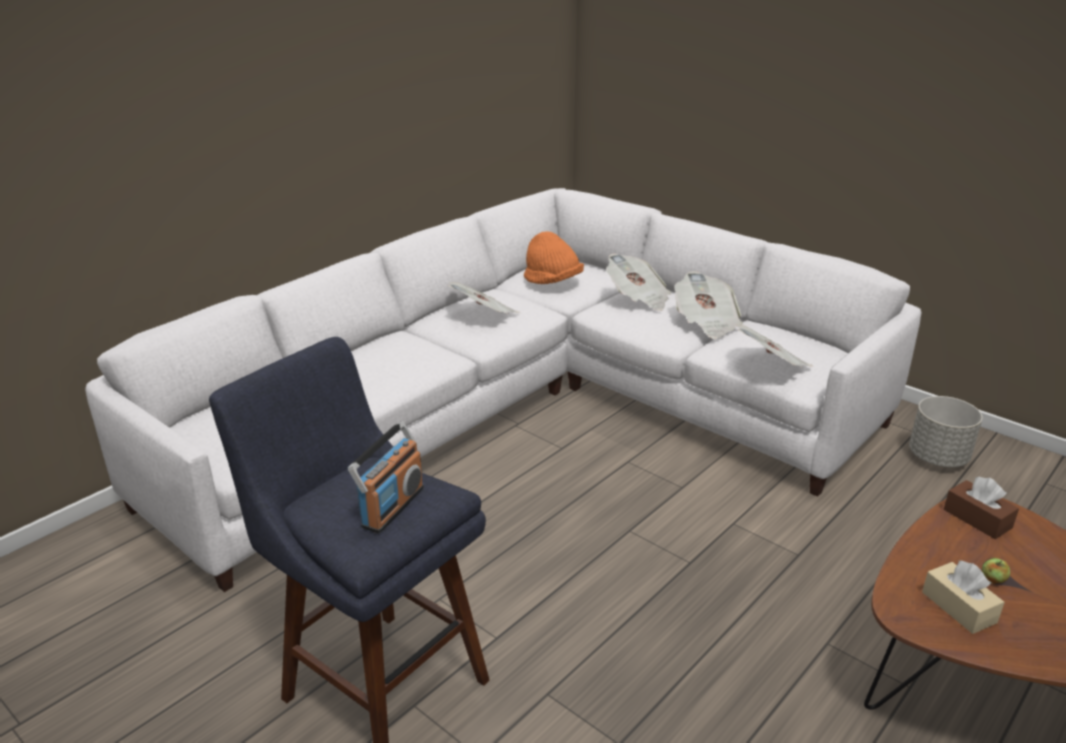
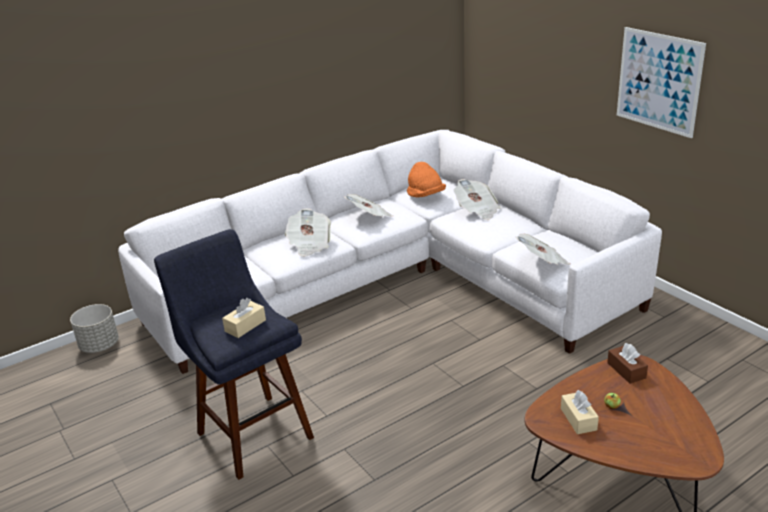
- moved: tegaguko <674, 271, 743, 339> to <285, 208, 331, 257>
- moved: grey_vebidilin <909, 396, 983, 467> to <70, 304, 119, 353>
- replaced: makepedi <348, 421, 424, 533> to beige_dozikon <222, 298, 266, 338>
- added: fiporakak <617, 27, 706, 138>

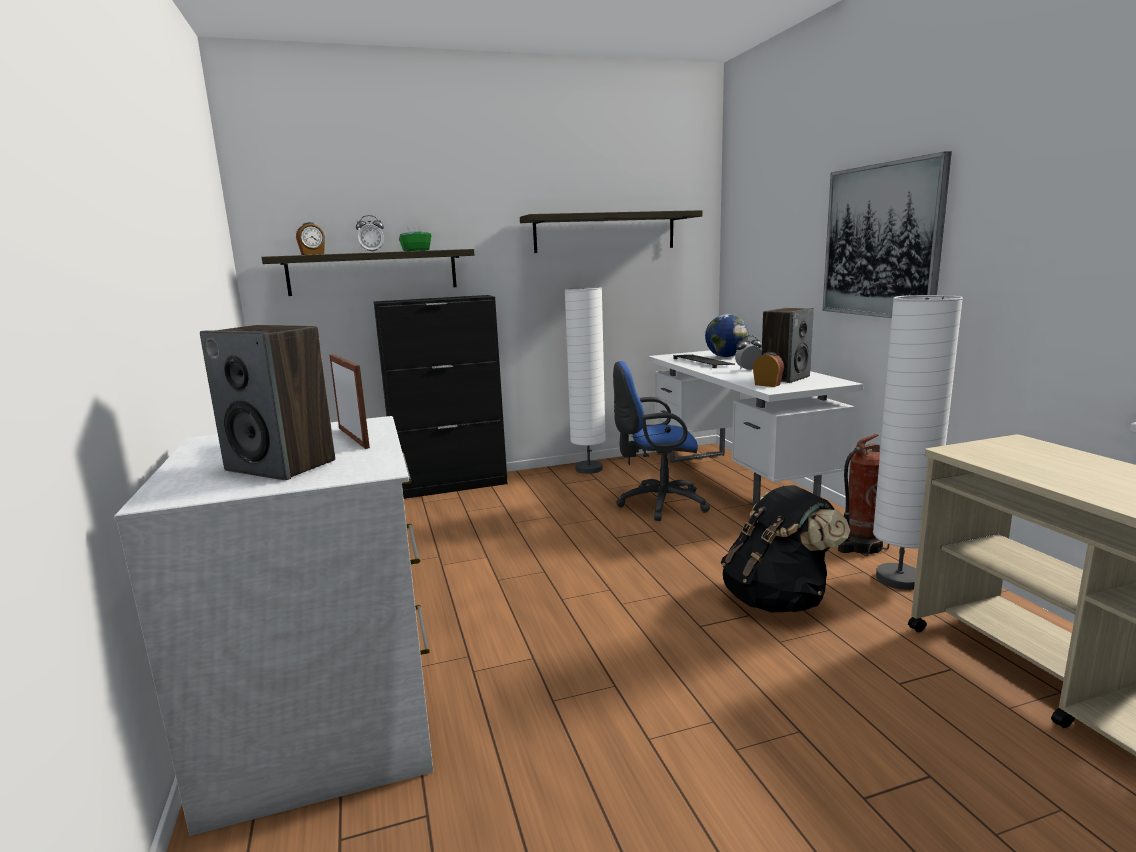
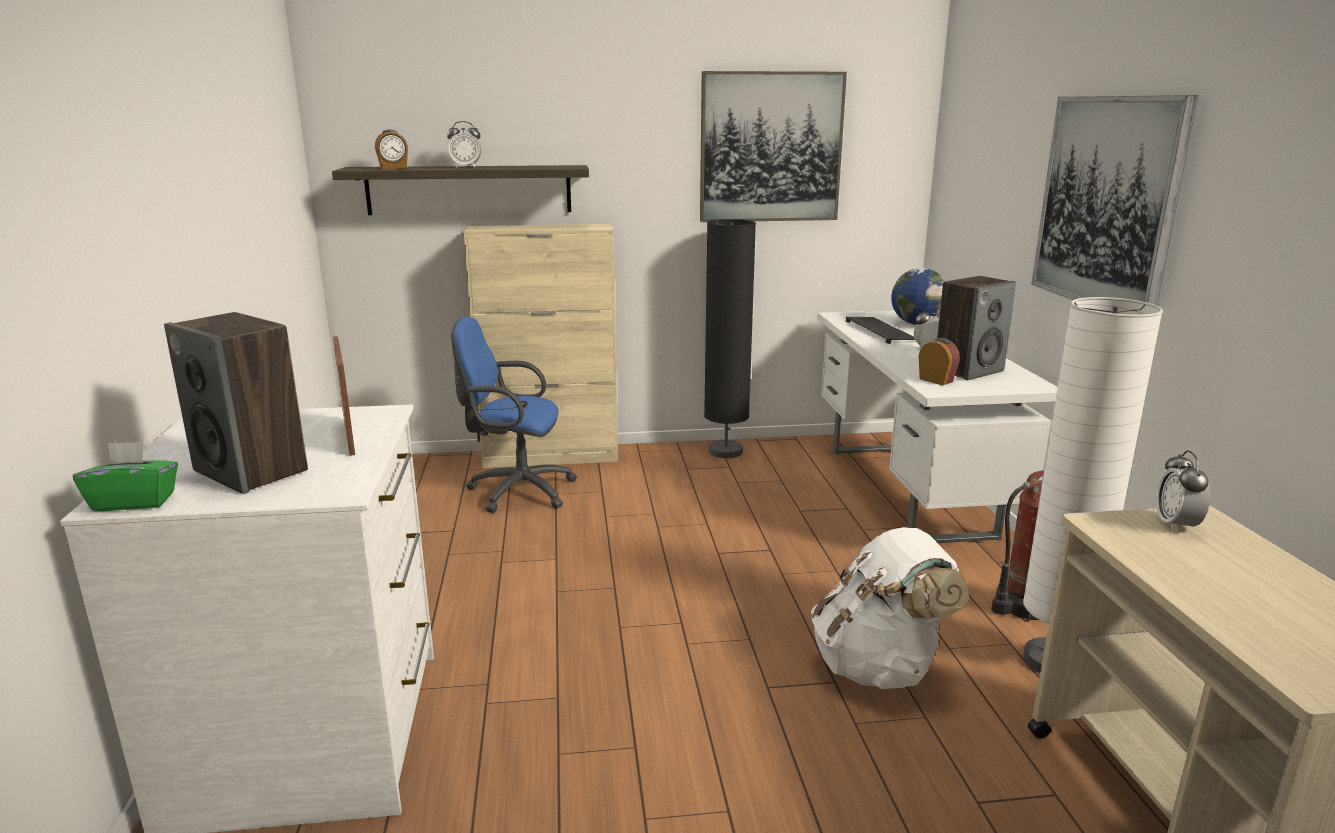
- replaced: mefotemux <520, 210, 703, 253> to fiporakak <700, 71, 847, 222>
- moved: green_dozikon <399, 226, 432, 251> to <73, 441, 178, 511>
- recoloured: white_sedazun <564, 287, 606, 474> to black_sedazun <704, 219, 756, 458>
- recoloured: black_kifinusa <374, 295, 508, 499> to beige_kifinusa <464, 224, 618, 468>
- moved: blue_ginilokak <613, 361, 710, 521> to <451, 317, 577, 513>
- recoloured: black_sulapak <721, 485, 850, 613> to white_sulapak <811, 527, 969, 689>
- added: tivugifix <1156, 451, 1211, 532>

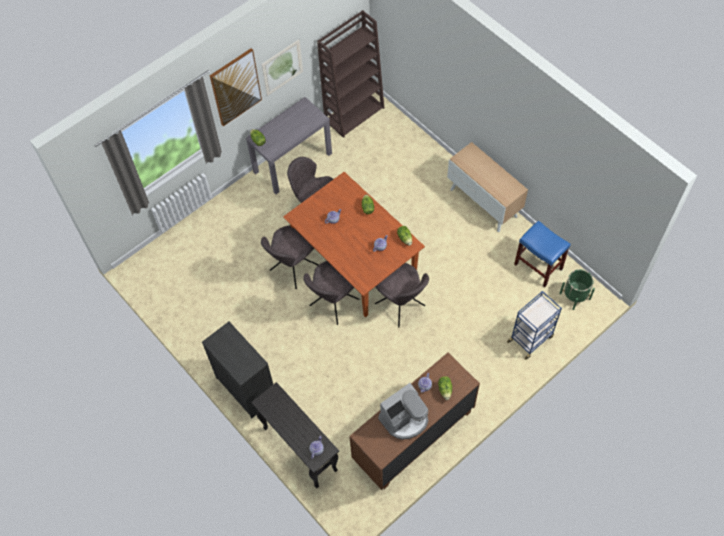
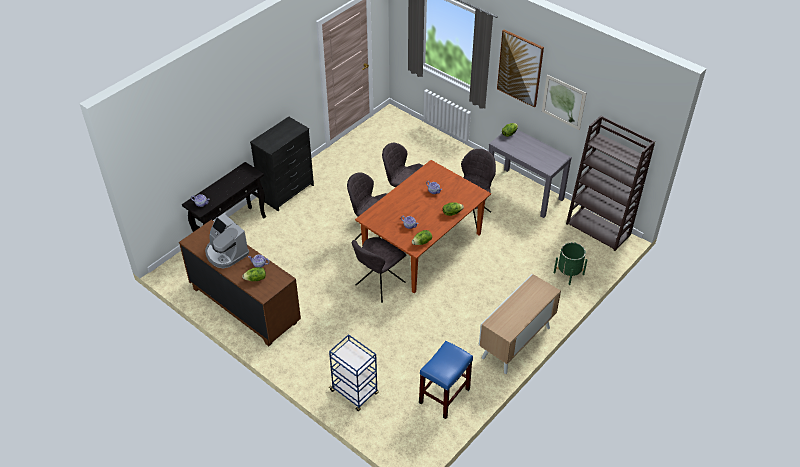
- moved: green_vebidilin <559, 269, 595, 310> to <554, 242, 587, 285>

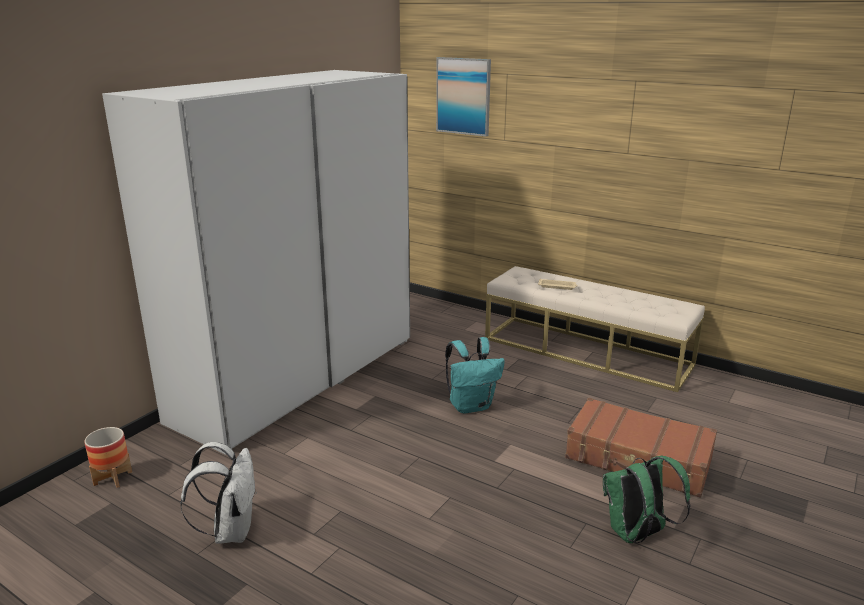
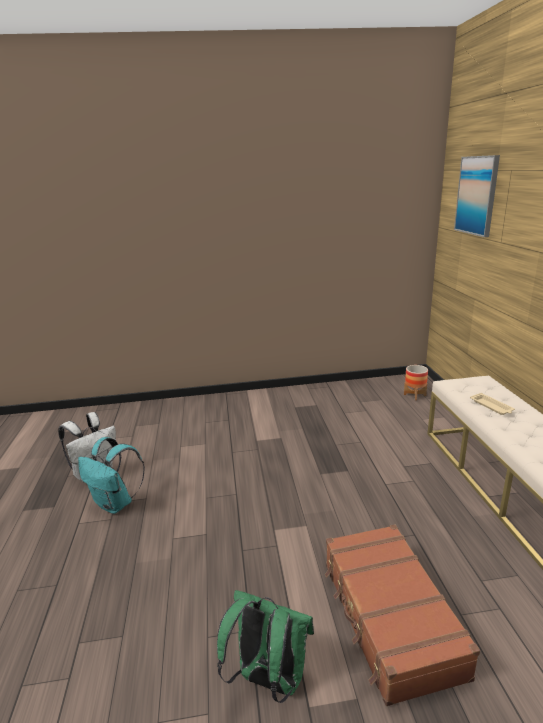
- removed: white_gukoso <102, 70, 410, 455>
- moved: turquoise_sulapak <445, 337, 505, 414> to <78, 437, 145, 514>
- moved: vebidilin <84, 427, 132, 488> to <404, 365, 428, 400>

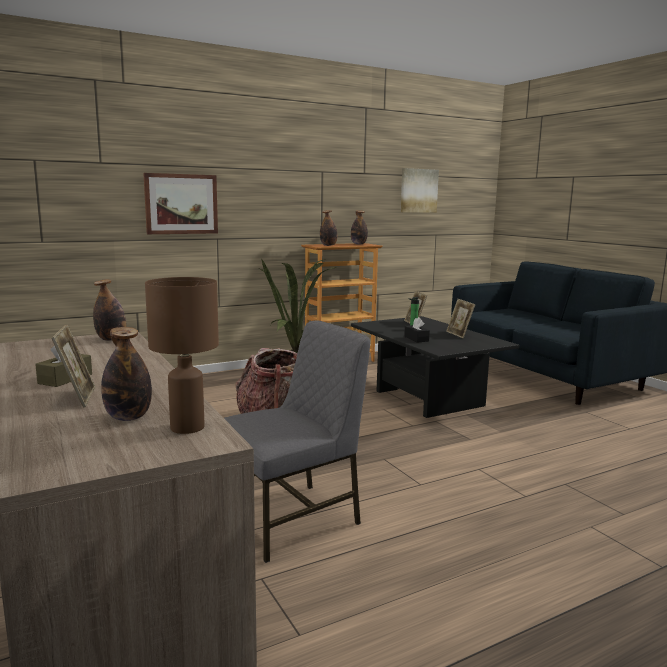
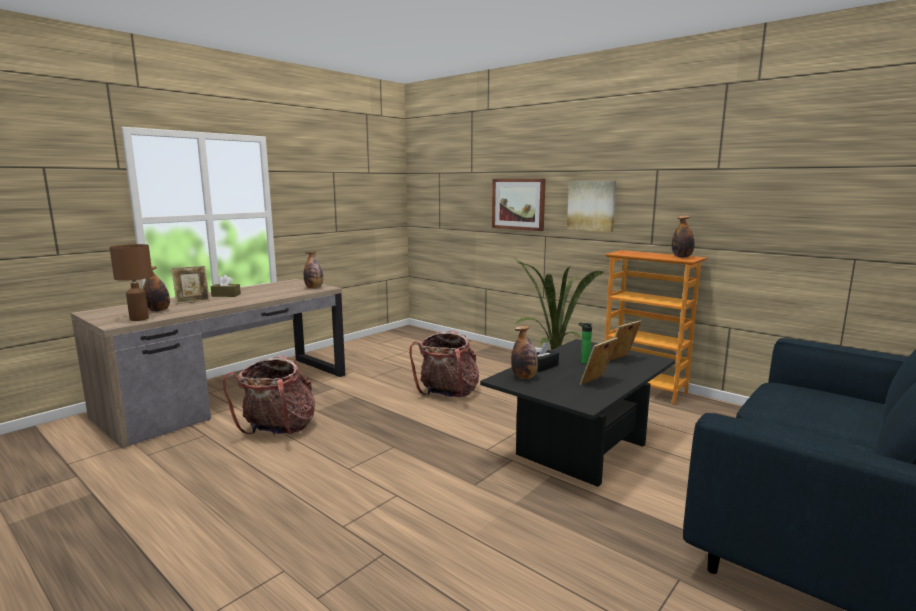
- moved: fiporakak <401, 168, 439, 213> to <567, 181, 616, 232>
- moved: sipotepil <320, 210, 337, 246> to <511, 326, 538, 379>
- replaced: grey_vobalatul <224, 321, 370, 563> to sulapak <223, 355, 315, 435>

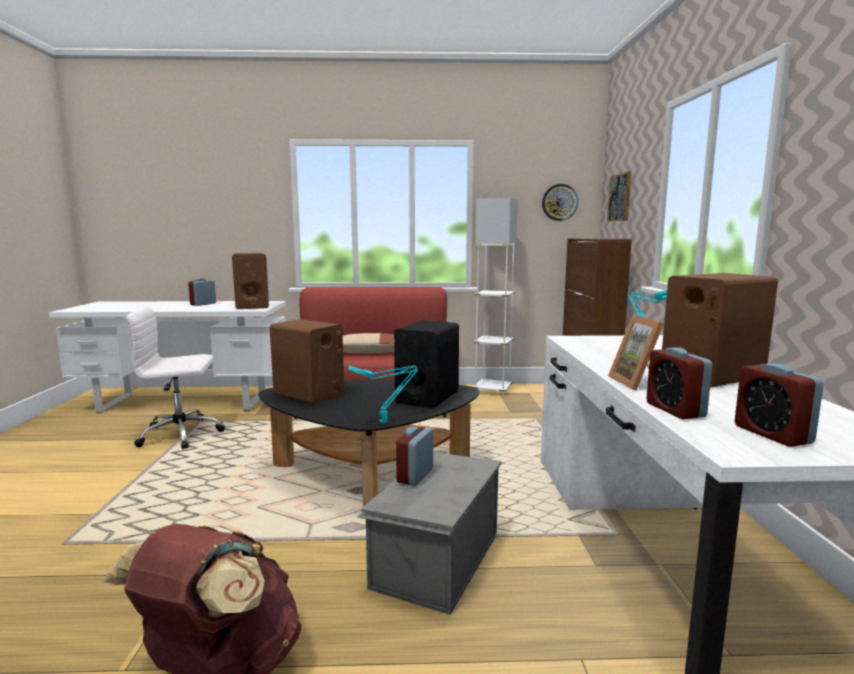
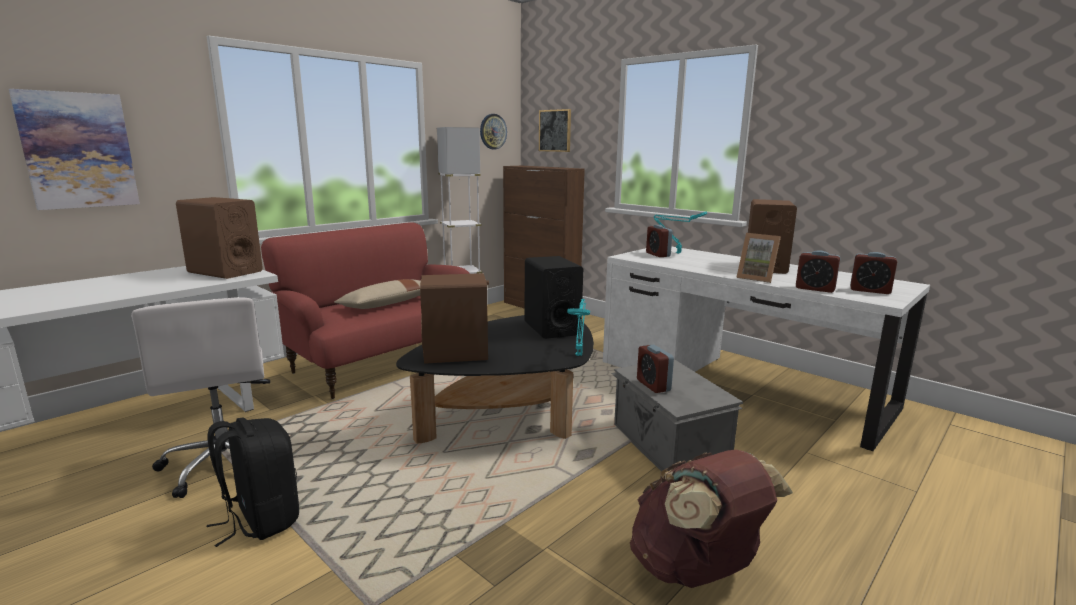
- moved: tivugifix <188, 278, 216, 306> to <646, 225, 673, 257>
- turned: white_ginilokak <126, 306, 225, 449> = <131, 297, 270, 498> 60 degrees counterclockwise
- added: fiporakak <9, 89, 140, 210>
- added: black_sulapak <207, 417, 299, 547>

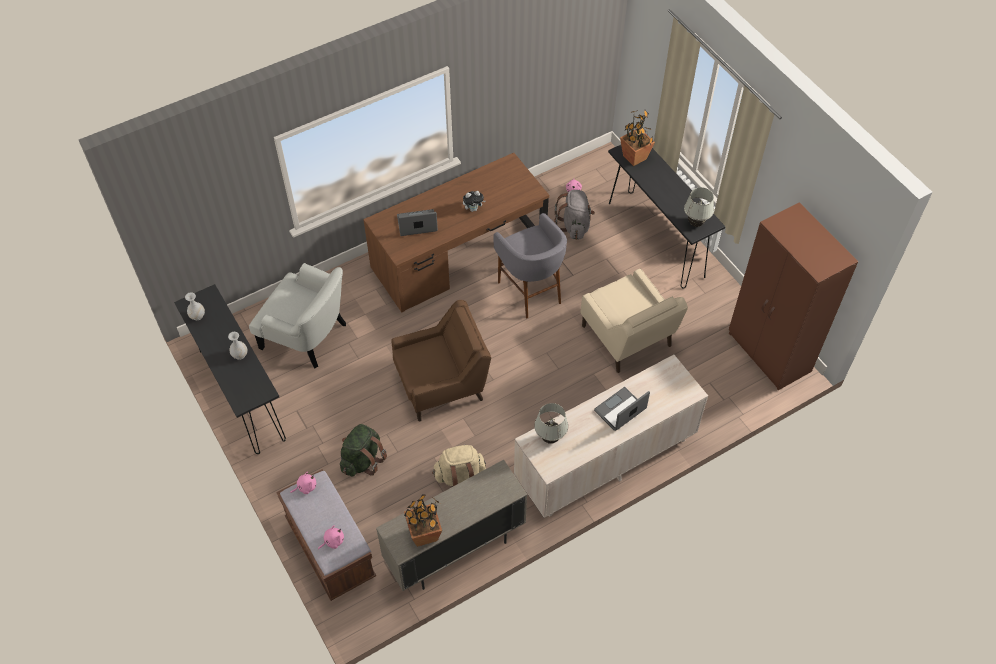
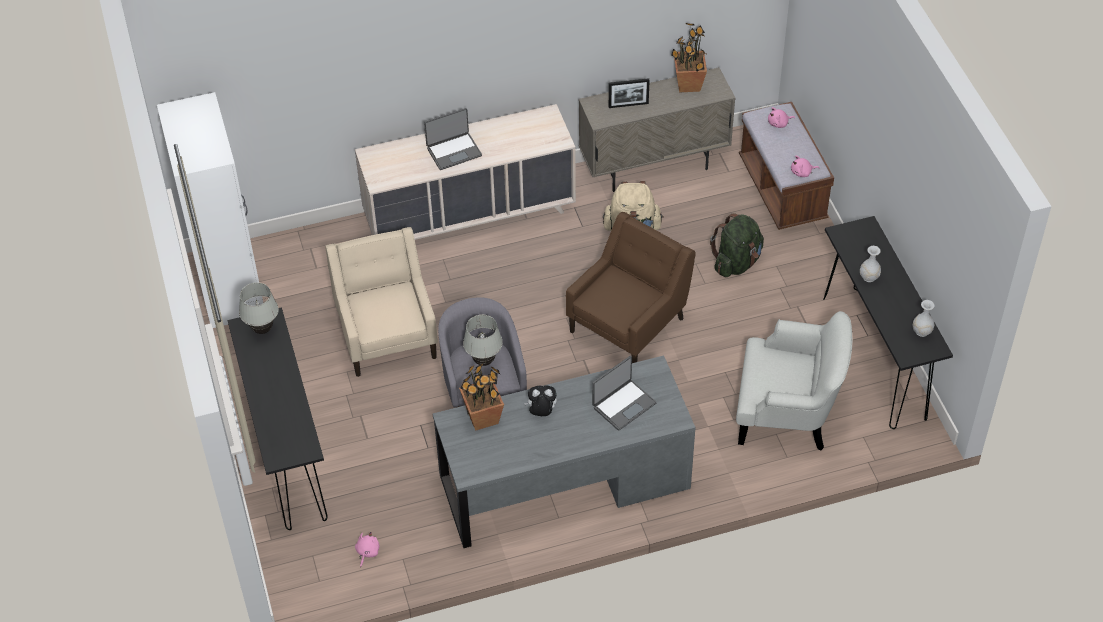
- moved: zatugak <620, 110, 655, 166> to <459, 363, 504, 431>
- recoloured: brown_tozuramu <363, 153, 549, 313> to grey_tozuramu <433, 355, 696, 548>
- removed: grey_sulapak <554, 190, 595, 240>
- recoloured: brown_gukoso <729, 202, 858, 390> to white_gukoso <157, 92, 263, 328>
- turned: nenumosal <397, 209, 438, 236> = <592, 356, 657, 431> 45 degrees counterclockwise
- turned: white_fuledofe <249, 263, 346, 368> = <736, 311, 853, 451> 150 degrees clockwise
- turned: brown_fuledofe <391, 300, 491, 422> = <566, 212, 696, 363> 135 degrees clockwise
- moved: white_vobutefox <534, 403, 568, 444> to <463, 315, 503, 366>
- added: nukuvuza <609, 78, 650, 108>

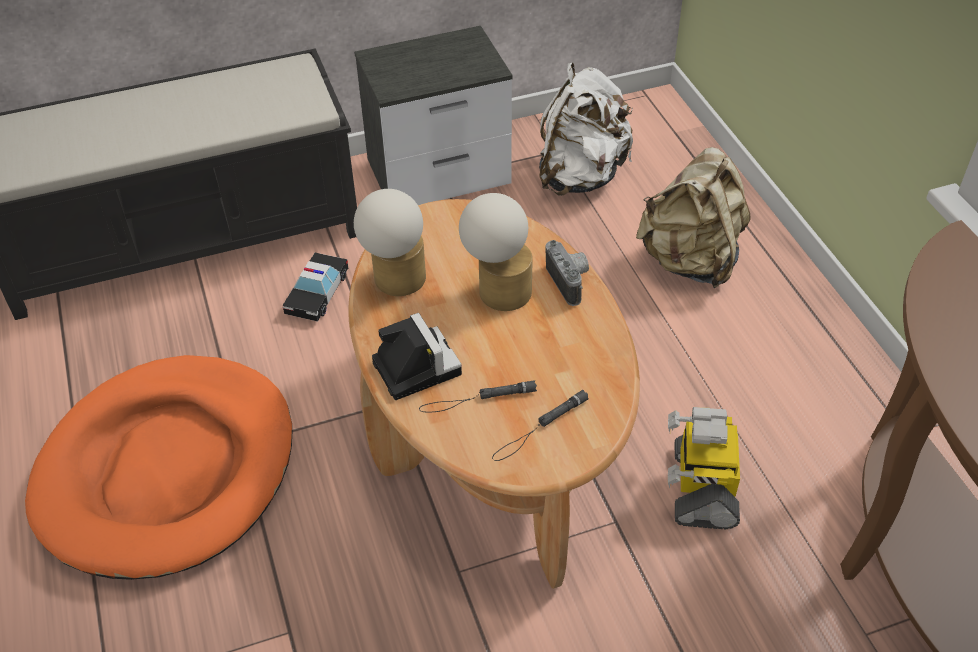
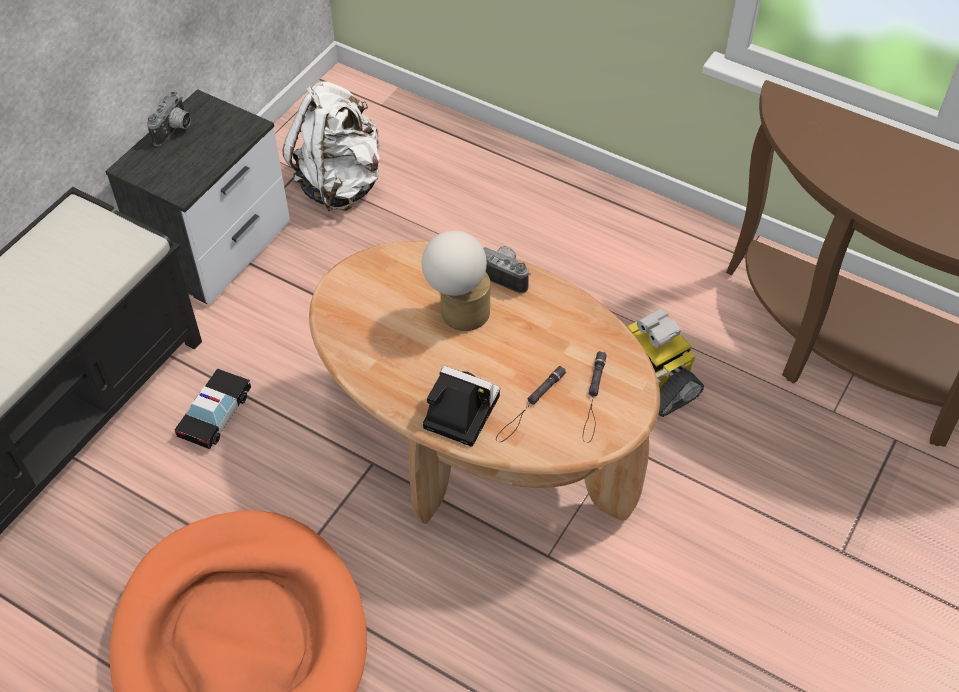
- removed: beige_sulapak <636, 147, 750, 288>
- removed: vobutefox <354, 189, 426, 296>
- turned: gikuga <283, 253, 348, 322> = <175, 368, 251, 449> 135 degrees counterclockwise
- added: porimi <147, 92, 191, 146>

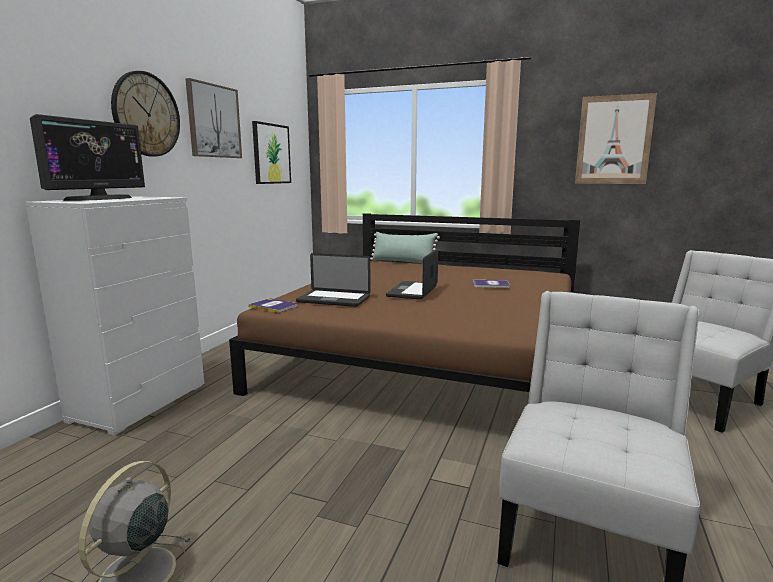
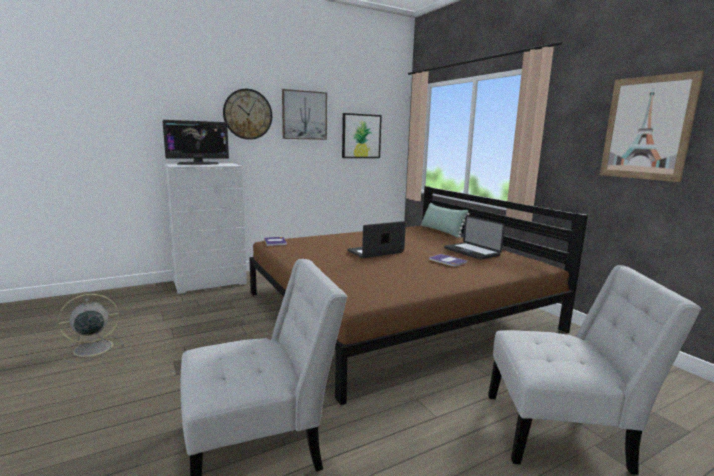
- moved: nenumosal <296, 253, 371, 307> to <444, 216, 505, 260>

